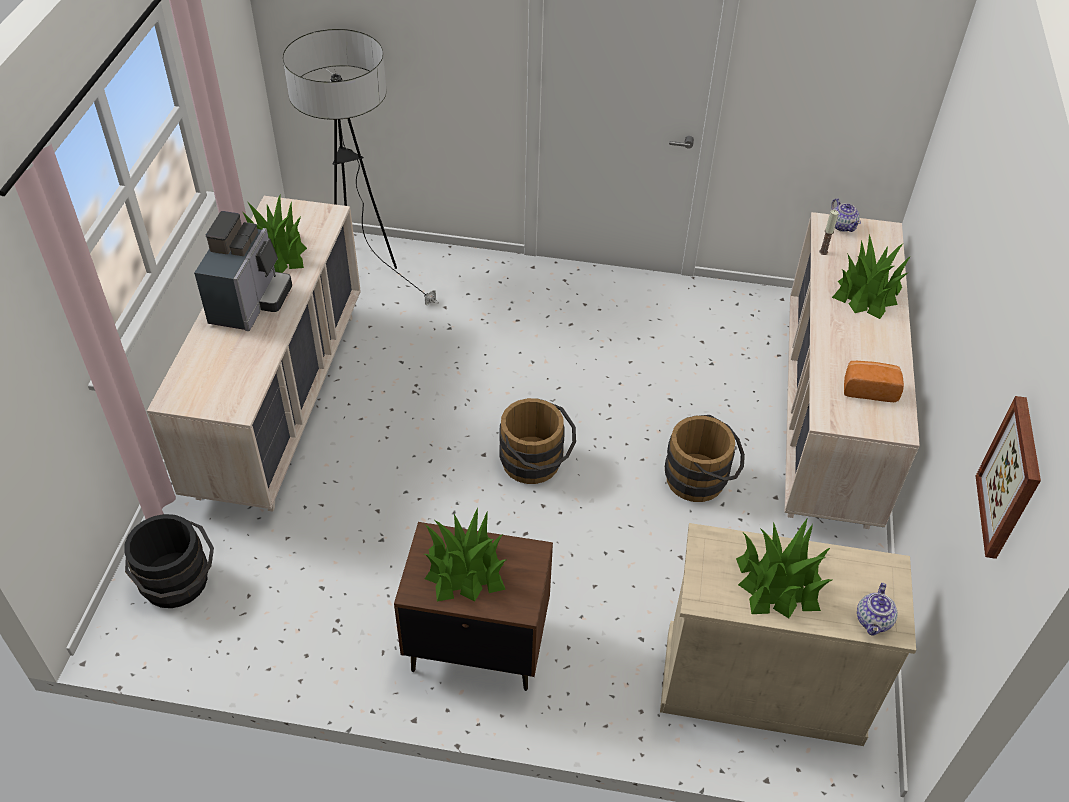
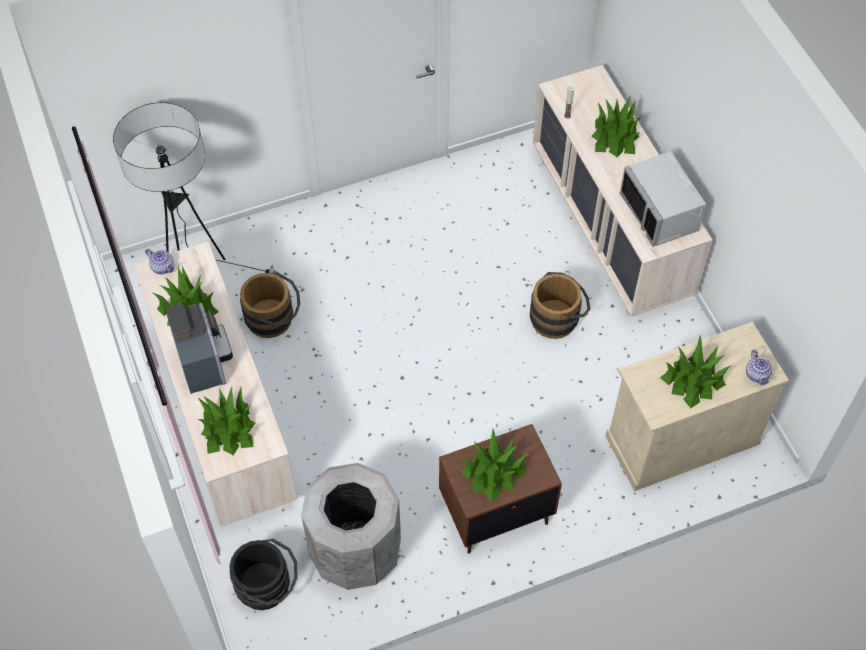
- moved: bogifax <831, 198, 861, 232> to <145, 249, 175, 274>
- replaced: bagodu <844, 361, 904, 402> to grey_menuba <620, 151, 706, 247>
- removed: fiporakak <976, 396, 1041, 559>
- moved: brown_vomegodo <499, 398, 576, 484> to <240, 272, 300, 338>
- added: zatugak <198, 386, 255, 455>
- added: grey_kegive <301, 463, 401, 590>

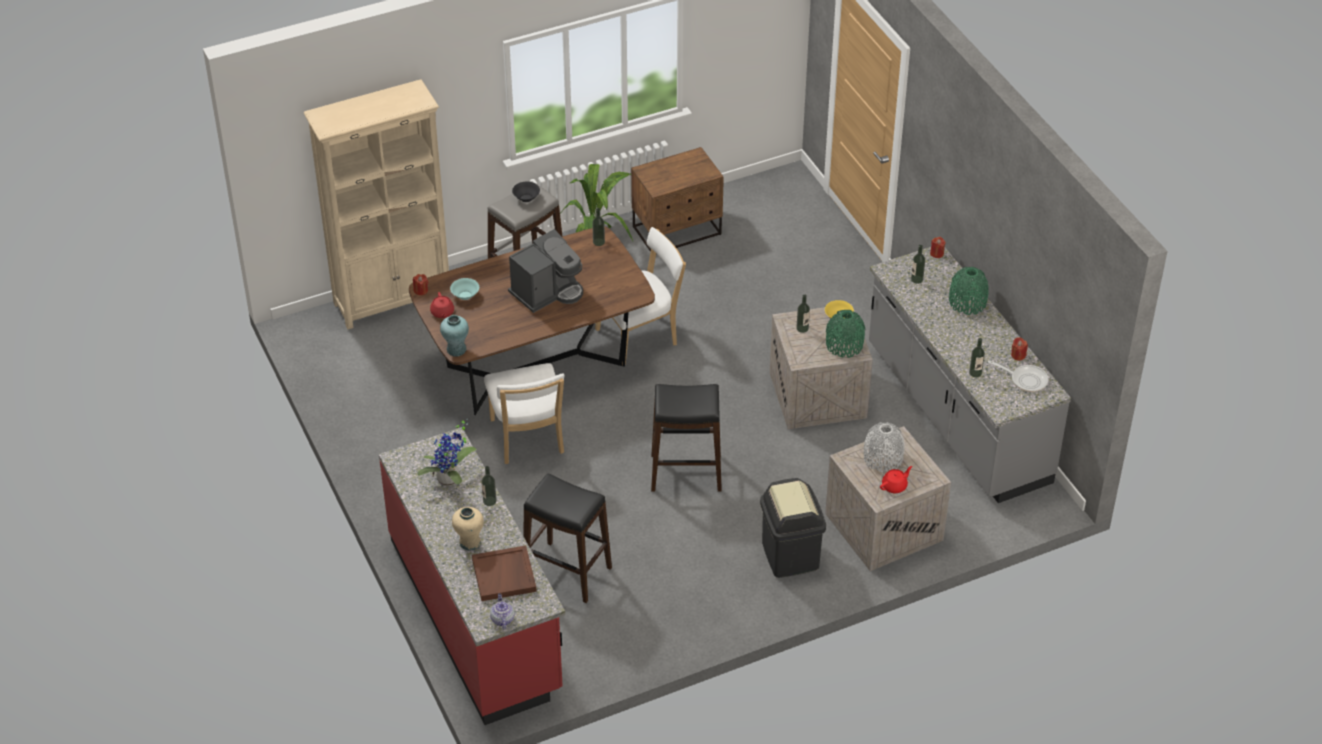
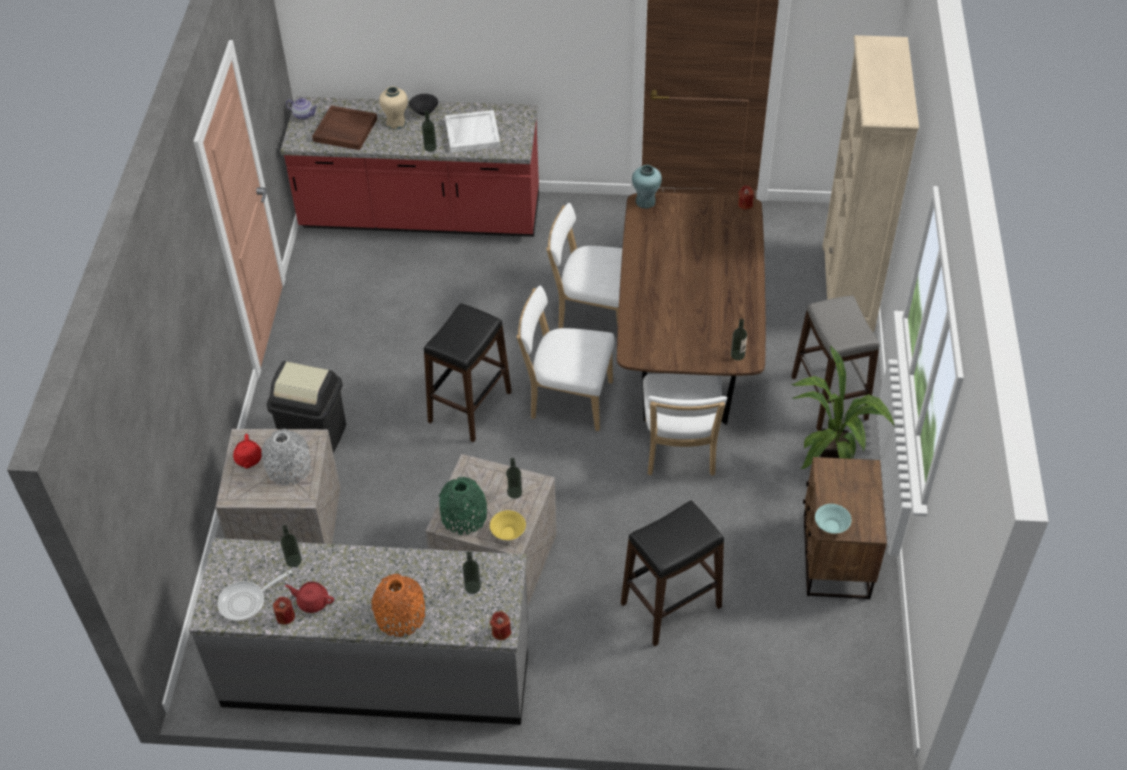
- moved: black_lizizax <512, 182, 540, 202> to <409, 94, 438, 116>
- removed: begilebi <508, 229, 583, 313>
- recoloured: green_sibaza <949, 267, 989, 315> to orange_sibaza <371, 574, 425, 637>
- moved: turquoise_lizizax <450, 278, 479, 300> to <815, 504, 851, 534>
- moved: red_bogifax <430, 292, 454, 318> to <285, 582, 334, 613>
- replaced: zatugak <417, 419, 477, 486> to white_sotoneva <445, 110, 500, 153>
- moved: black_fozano <523, 474, 612, 603> to <621, 501, 724, 646>
- added: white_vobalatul <517, 285, 615, 431>

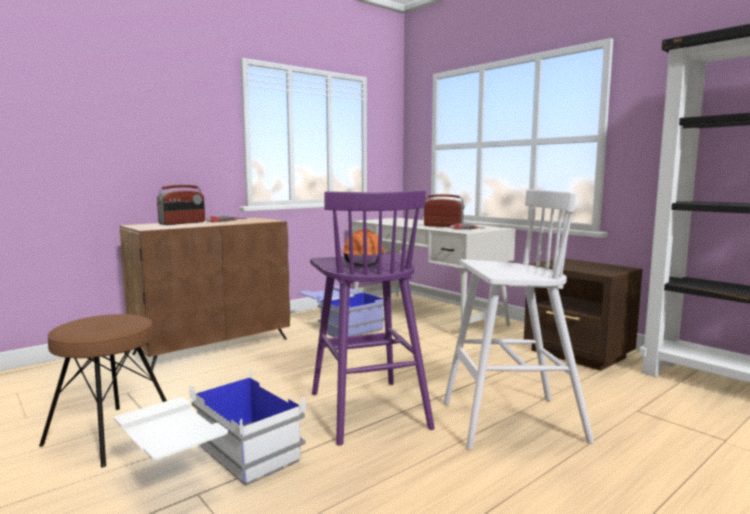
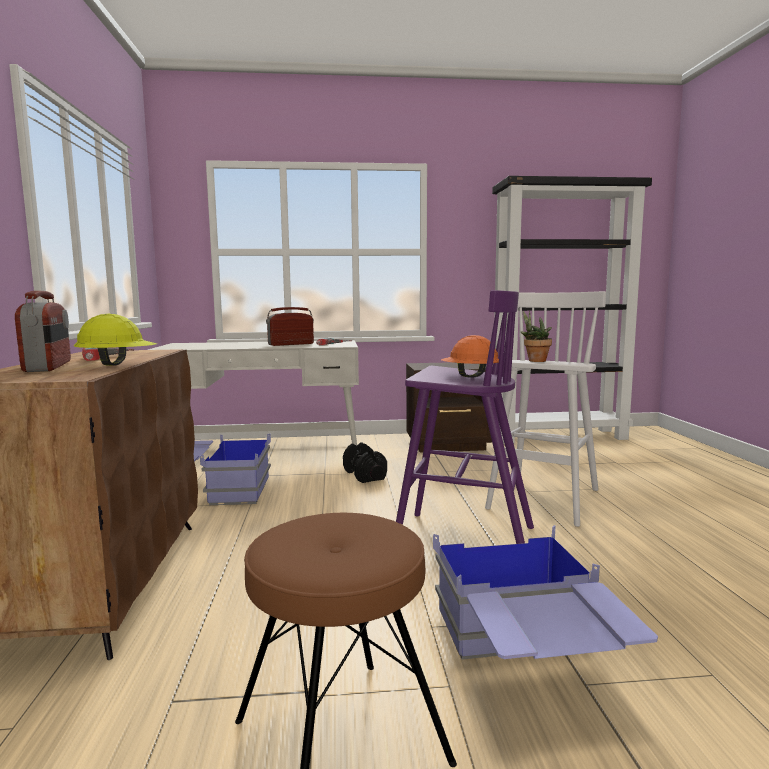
- recoloured: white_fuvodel <114, 369, 306, 486> to blue_fuvodel <433, 525, 658, 660>
- added: zatugak <520, 311, 552, 362>
- added: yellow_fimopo <74, 314, 157, 366>
- added: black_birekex <343, 443, 387, 483>

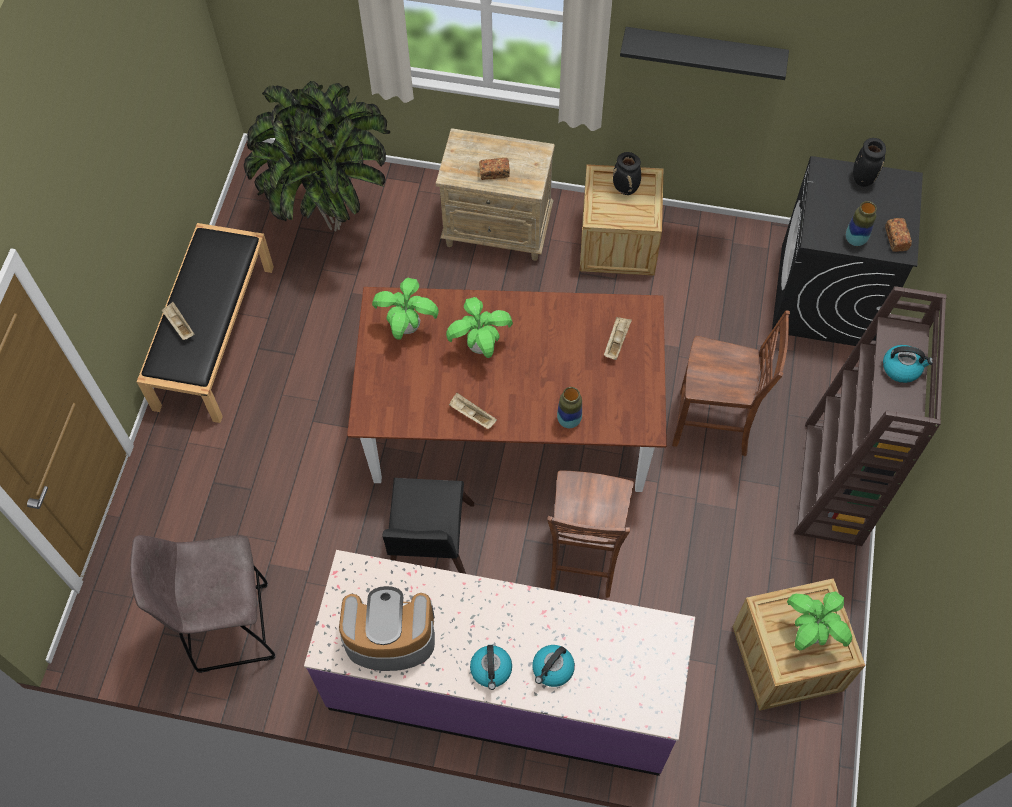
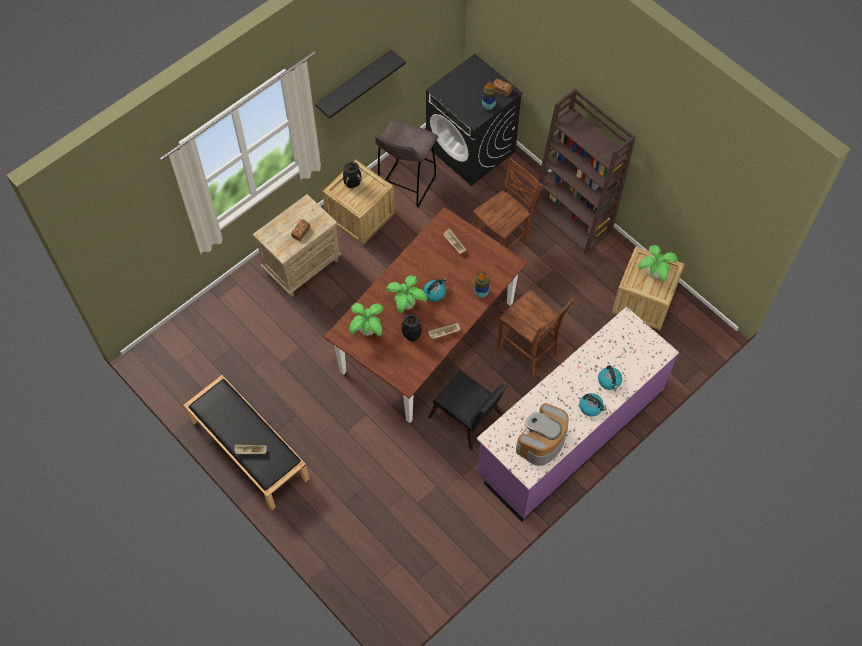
- removed: zatugak <244, 81, 390, 232>
- moved: black_sibaza <853, 138, 886, 187> to <402, 314, 421, 342>
- moved: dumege <883, 345, 933, 383> to <423, 278, 446, 302>
- moved: grey_fozano <130, 535, 275, 673> to <375, 119, 438, 208>

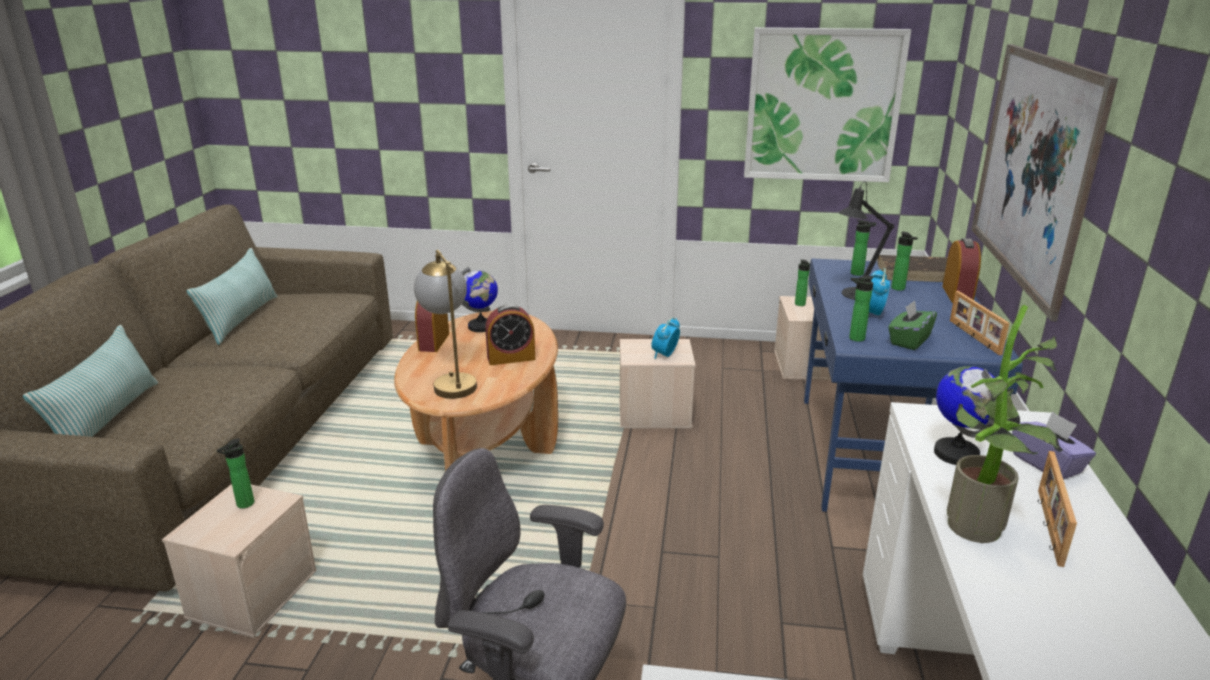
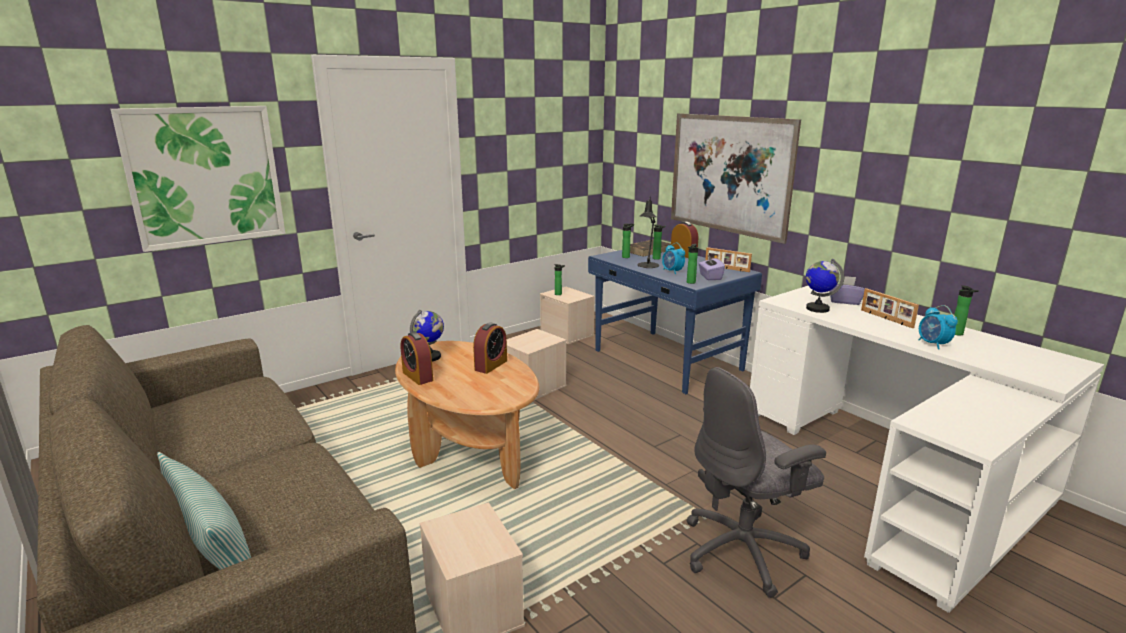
- moved: fiporakak <744, 27, 911, 182> to <110, 106, 286, 252>
- removed: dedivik <186, 248, 277, 345>
- removed: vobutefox <414, 250, 477, 399>
- recoloured: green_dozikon <888, 300, 937, 350> to purple_dozikon <698, 255, 725, 280>
- removed: zatugak <947, 305, 1063, 543>
- moved: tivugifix <651, 317, 680, 359> to <919, 305, 958, 349>
- moved: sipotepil <217, 438, 254, 508> to <954, 285, 979, 335>

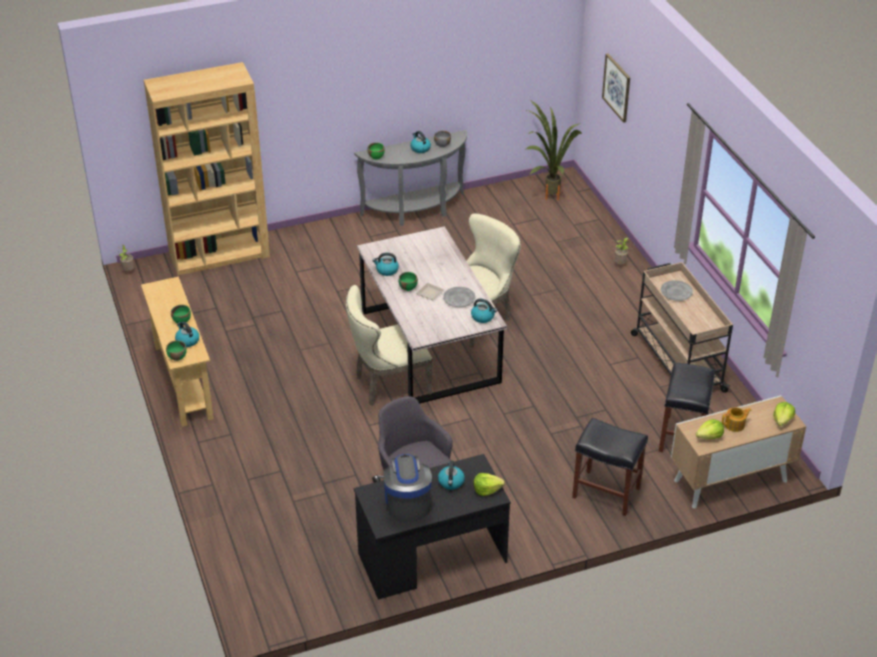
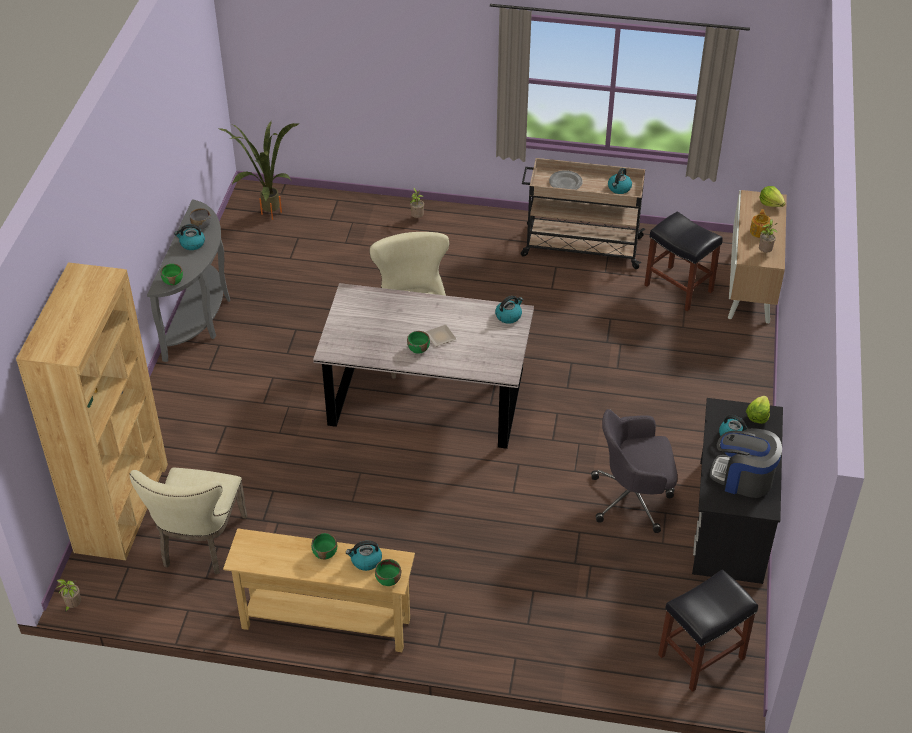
- removed: fiporakak <602, 53, 630, 123>
- moved: dumege <372, 253, 399, 276> to <608, 168, 632, 194>
- moved: beige_vobalatul <346, 285, 432, 406> to <130, 468, 248, 575>
- removed: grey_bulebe <443, 287, 476, 307>
- moved: black_fozano <572, 418, 648, 516> to <658, 569, 758, 692>
- replaced: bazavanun <696, 419, 724, 439> to zatugak <759, 219, 778, 253>

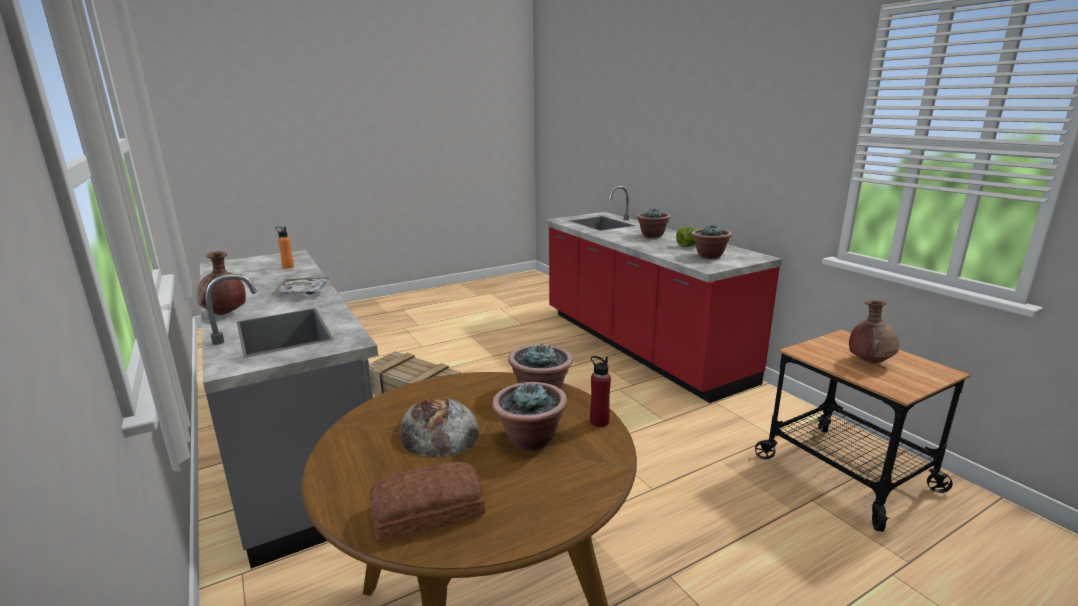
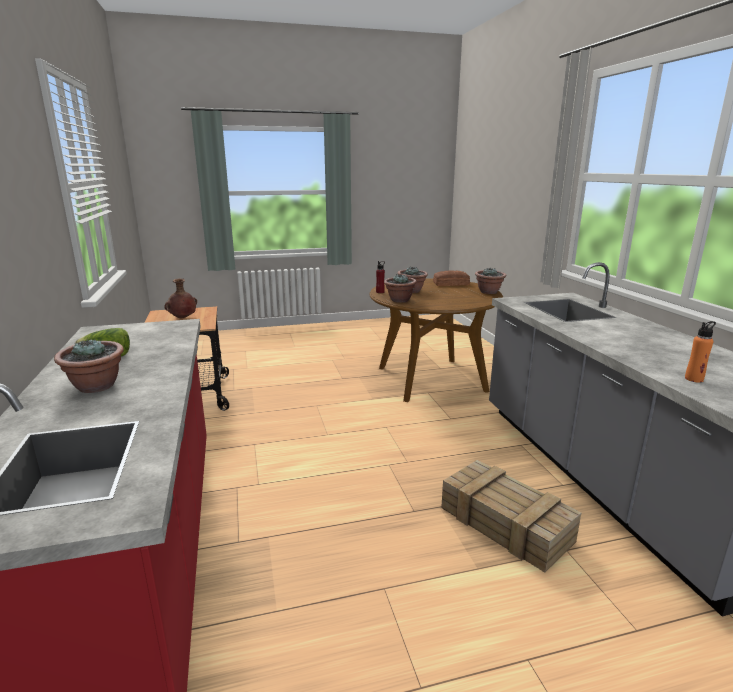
- moved: zatugak <691, 224, 732, 259> to <475, 268, 506, 294>
- removed: brown_sibaza <197, 251, 246, 315>
- removed: sotoneva <273, 277, 332, 294>
- removed: bagodu <399, 397, 480, 458>

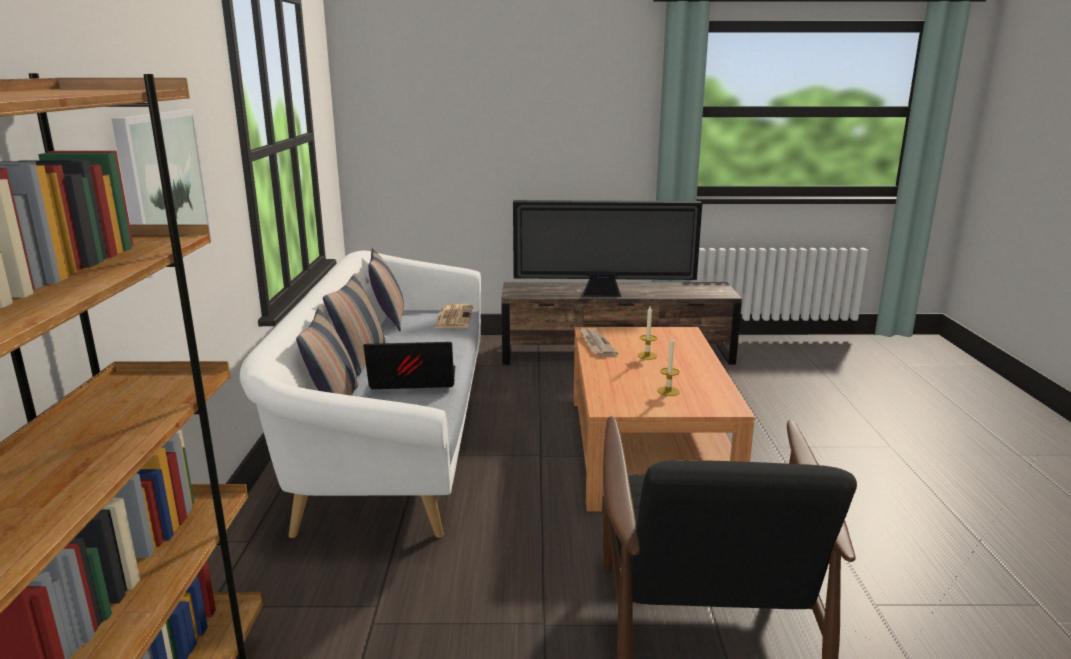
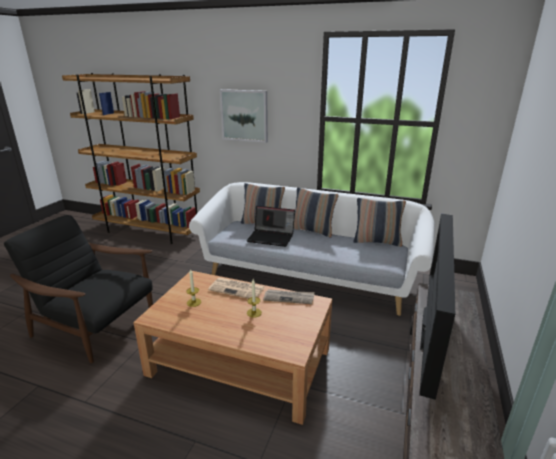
- moved: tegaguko <435, 304, 473, 328> to <208, 277, 265, 299>
- turned: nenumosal <363, 342, 455, 389> = <246, 206, 295, 247> 90 degrees clockwise

